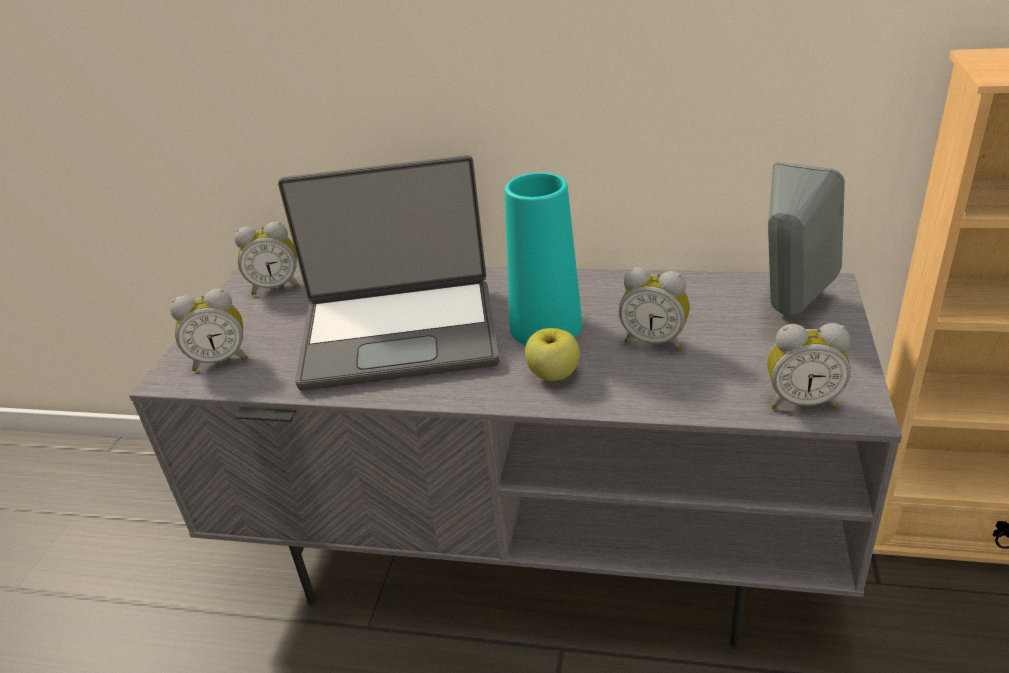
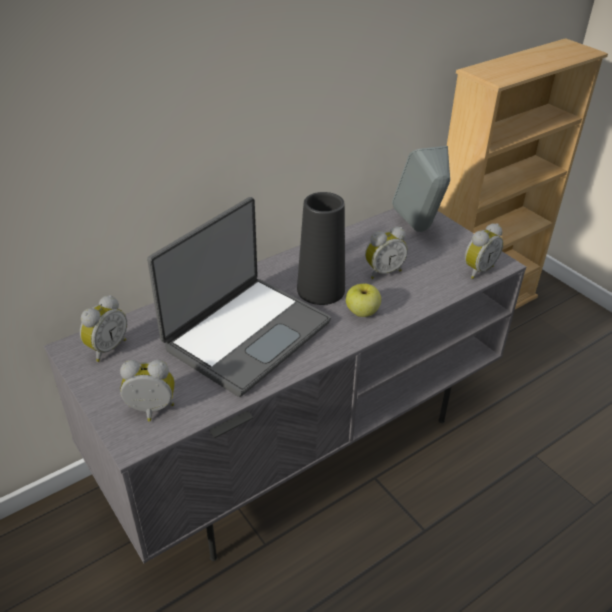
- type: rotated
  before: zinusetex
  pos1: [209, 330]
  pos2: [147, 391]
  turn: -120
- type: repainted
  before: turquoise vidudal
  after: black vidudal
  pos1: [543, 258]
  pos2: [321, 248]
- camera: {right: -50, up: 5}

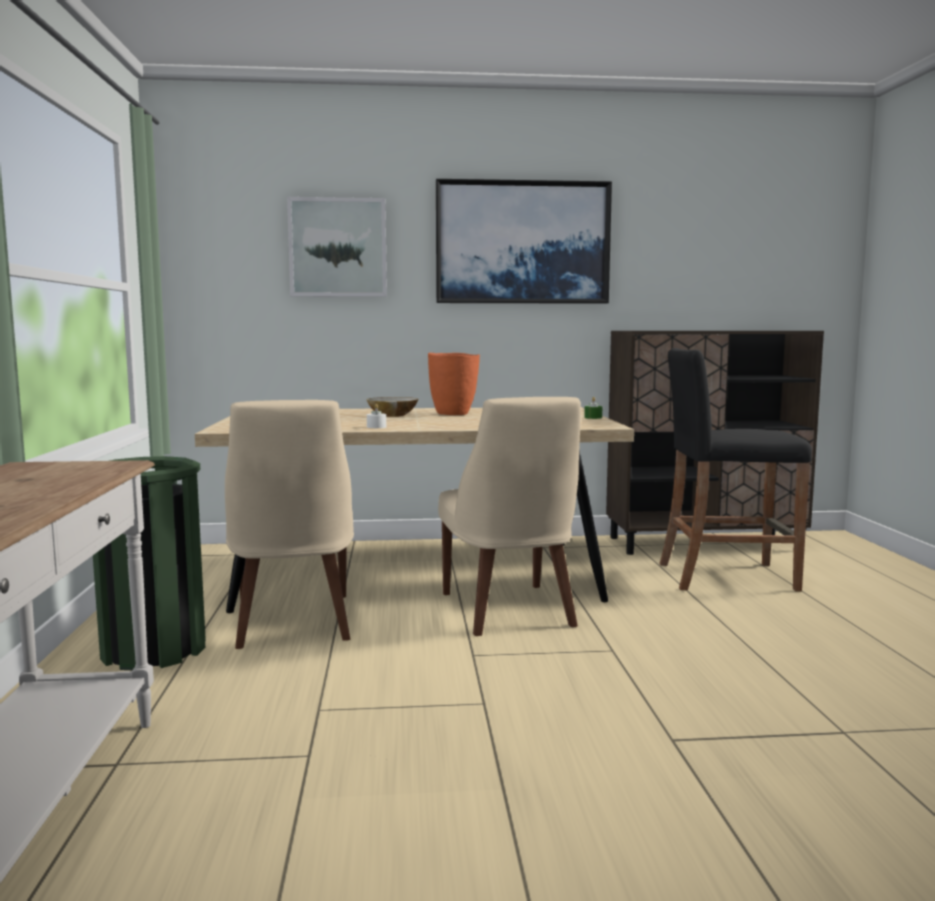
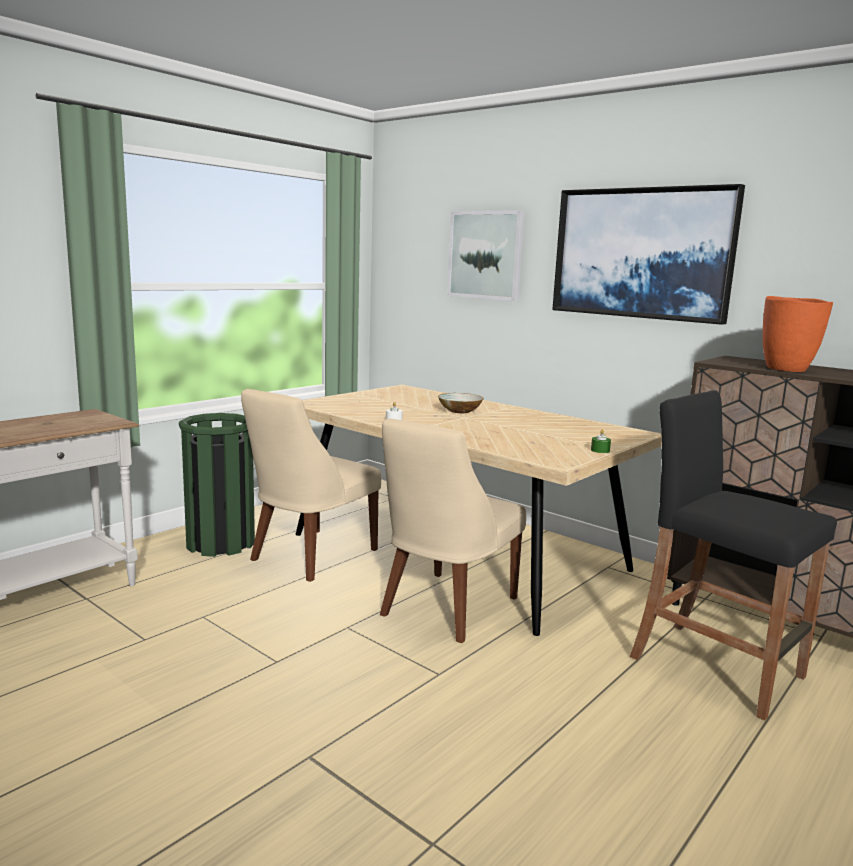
- type: shifted
  before: orange vidudal
  pos1: [454, 384]
  pos2: [797, 334]
- camera: {right: 45, up: 5}

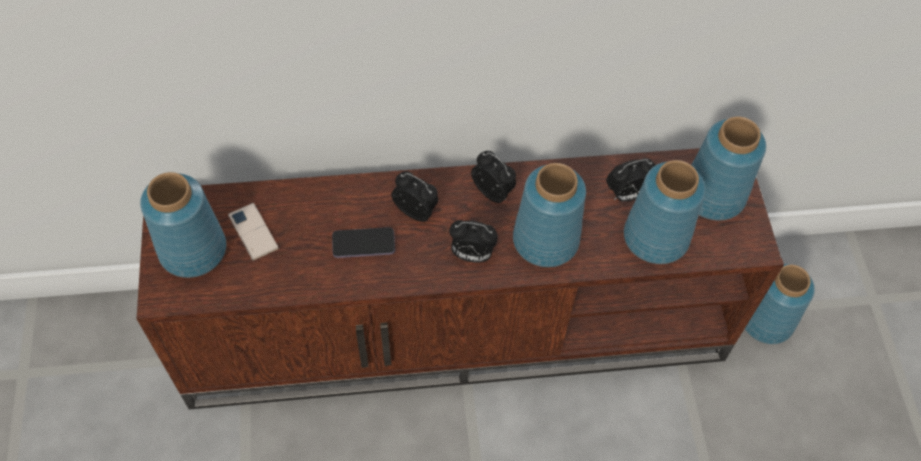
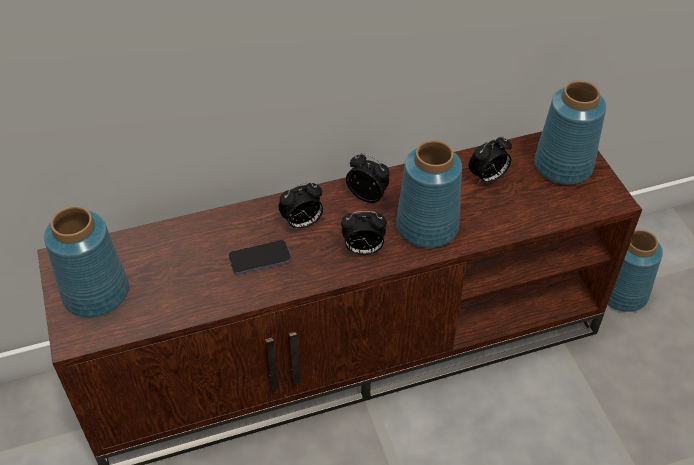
- type: gone
  before: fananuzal
  pos1: [253, 232]
- type: rotated
  before: zinusetex
  pos1: [414, 196]
  pos2: [300, 205]
  turn: 135
- type: gone
  before: blue vidudal
  pos1: [665, 212]
- camera: {right: -10, up: -10}

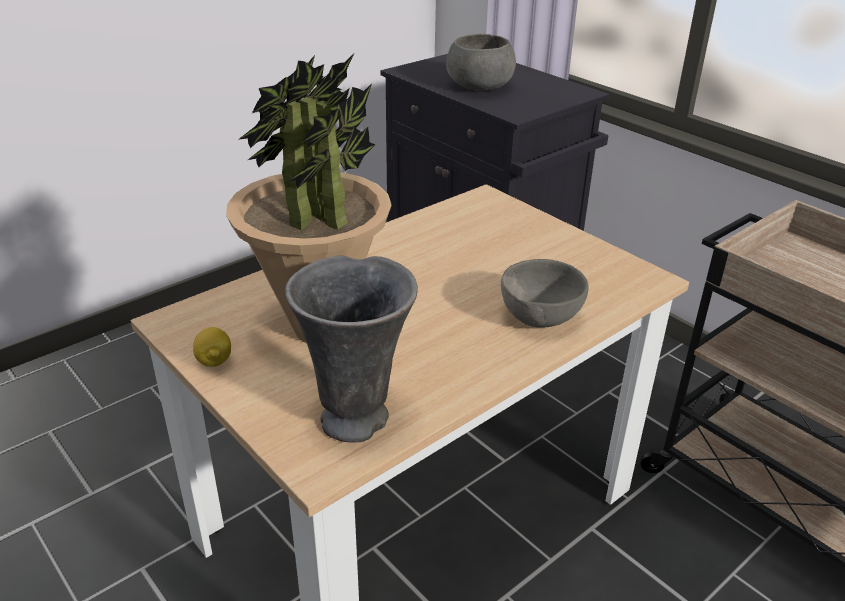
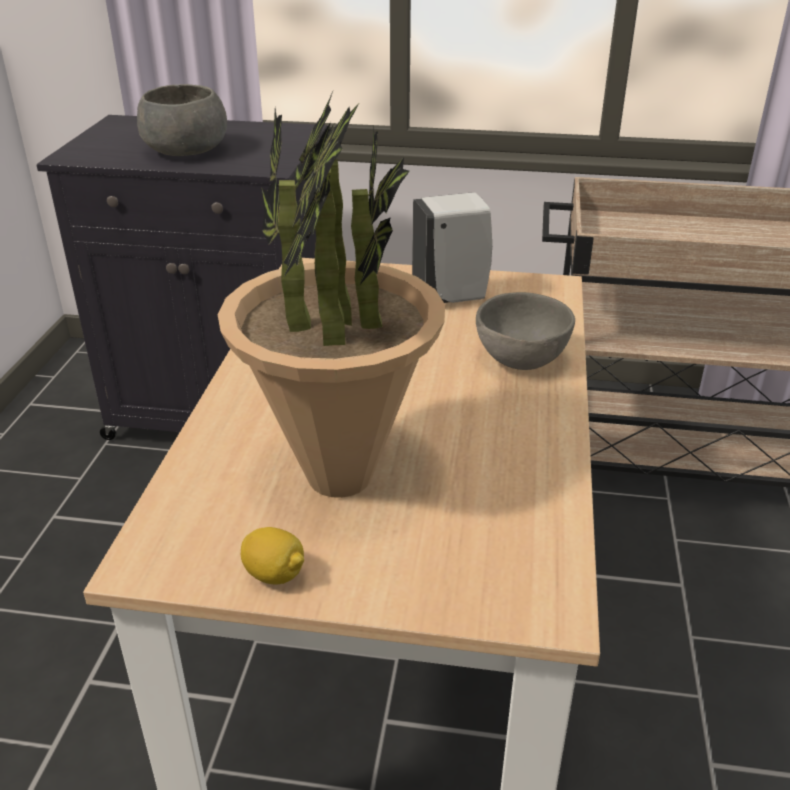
- type: gone
  before: grey vidudal
  pos1: [351, 349]
- type: new
  after: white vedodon
  pos2: [452, 247]
- camera: {right: -40, up: 0}

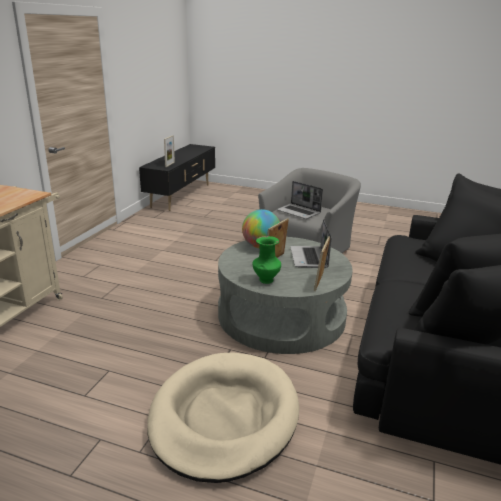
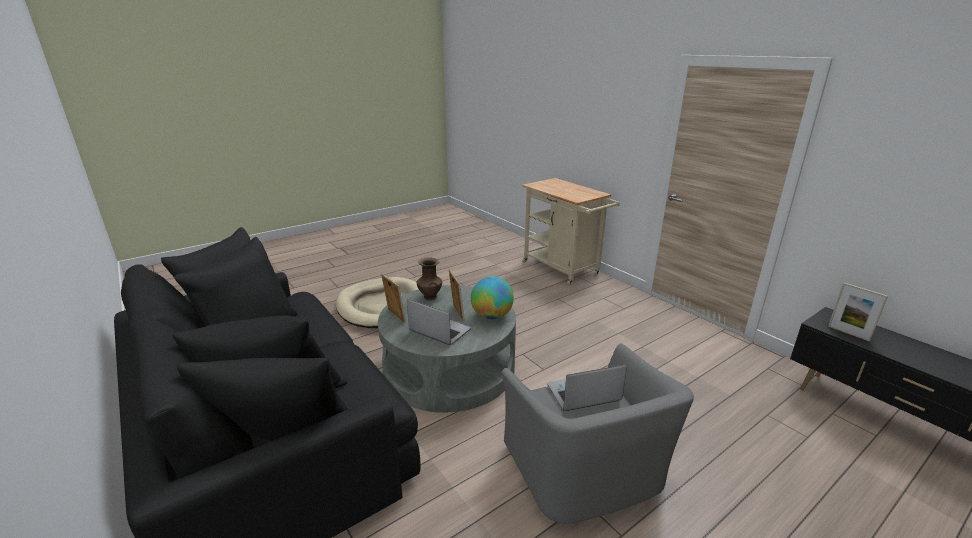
- type: repainted
  before: green vidudal
  after: brown vidudal
  pos1: [266, 260]
  pos2: [429, 278]
- camera: {right: 125, up: 0}

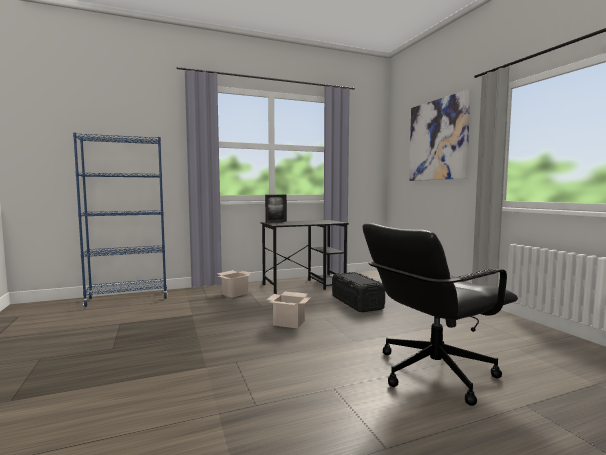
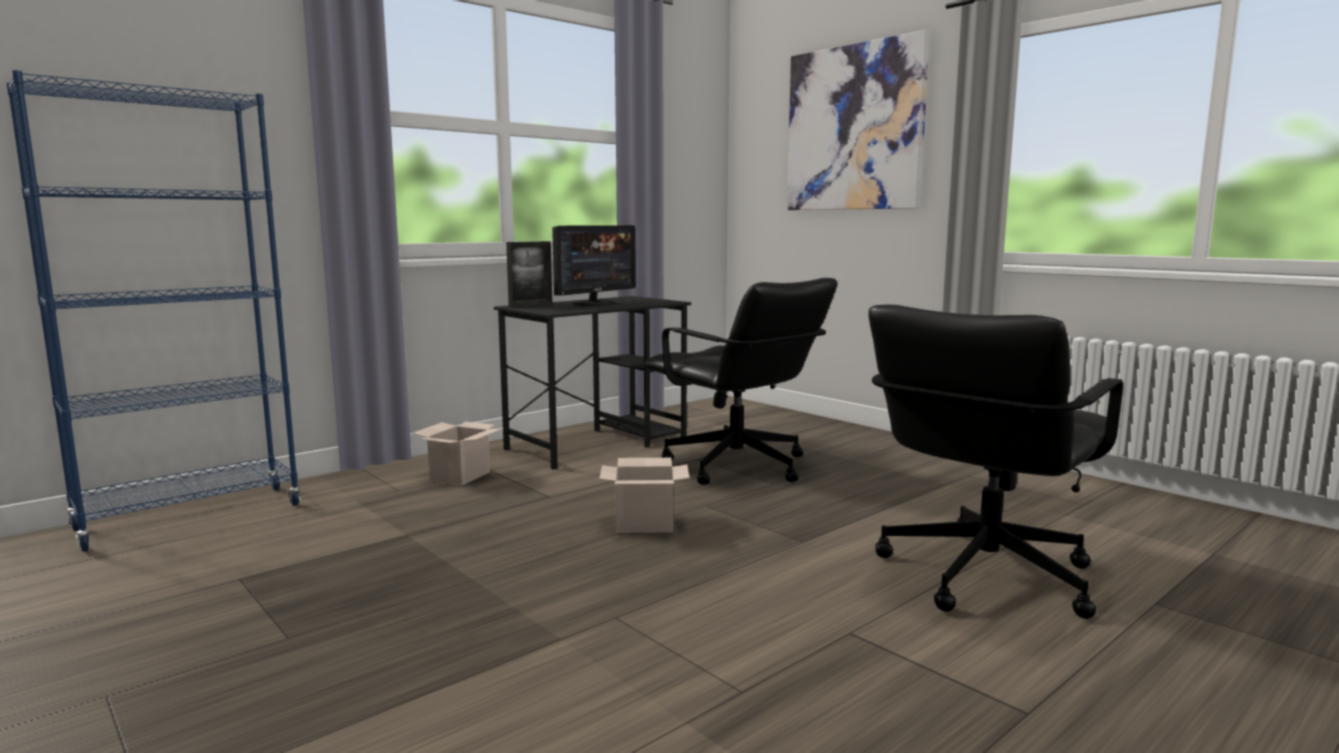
- type: swapped
  before: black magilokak
  after: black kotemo
  pos1: [358, 292]
  pos2: [740, 381]
- type: new
  after: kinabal
  pos2: [594, 265]
- camera: {right: -20, up: 5}

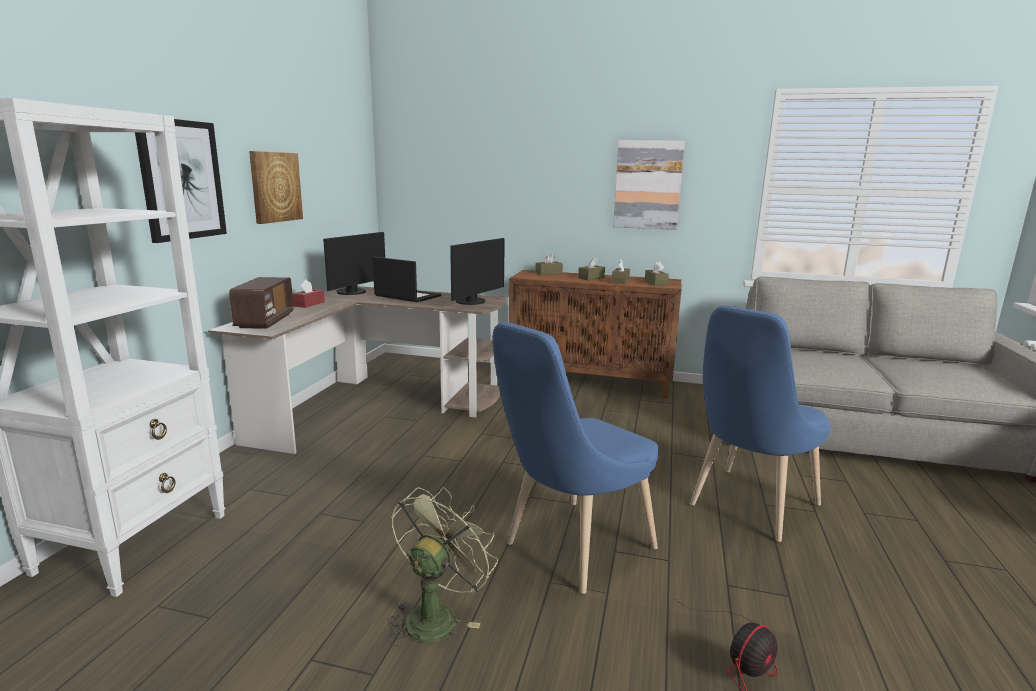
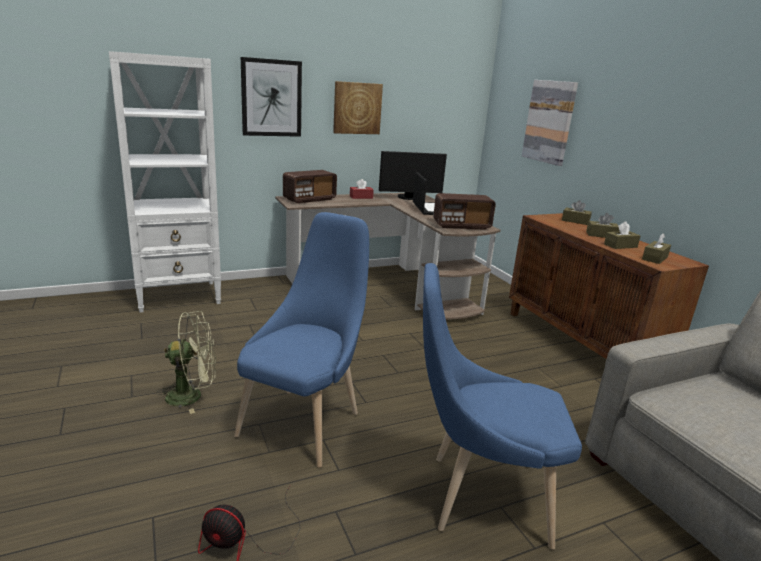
- type: swapped
  before: kinabal
  after: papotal
  pos1: [477, 271]
  pos2: [464, 211]
- type: rotated
  before: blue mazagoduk
  pos1: [576, 458]
  pos2: [301, 340]
  turn: 105
- type: shifted
  before: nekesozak
  pos1: [649, 185]
  pos2: [550, 123]
- camera: {right: 50, up: 5}

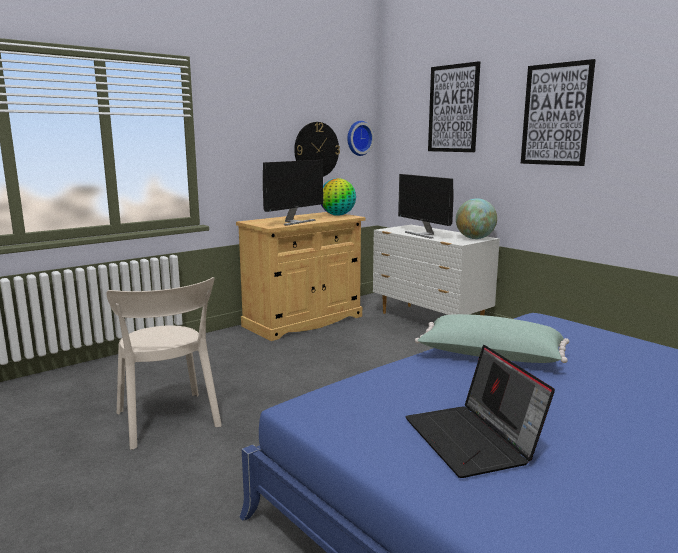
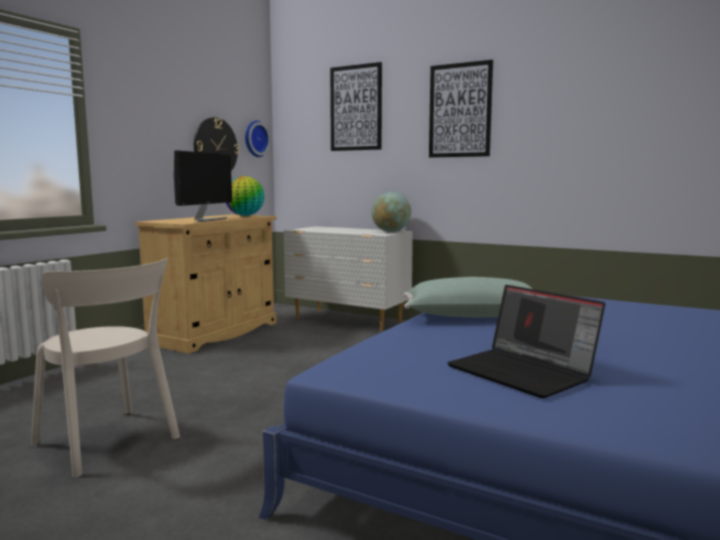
- type: gone
  before: kinabal
  pos1: [425, 206]
- camera: {right: -20, up: -5}

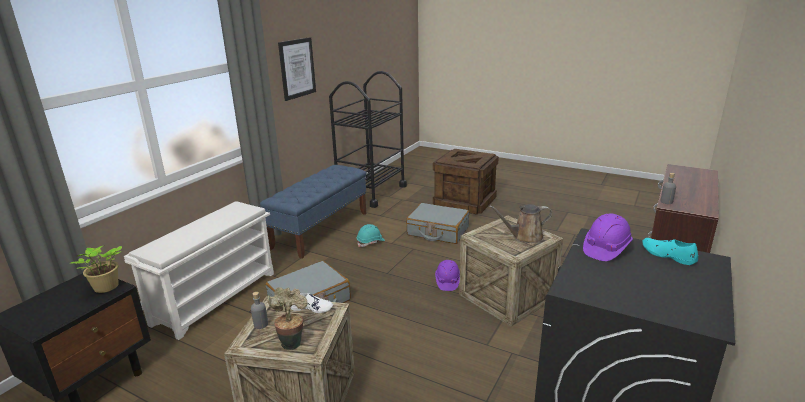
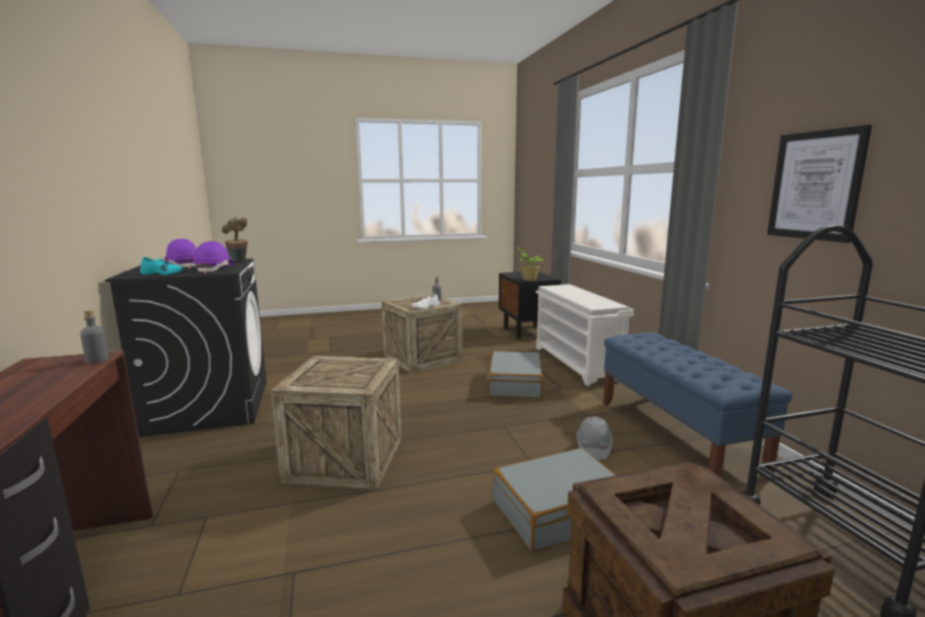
- type: shifted
  before: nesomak
  pos1: [288, 318]
  pos2: [235, 239]
- type: repainted
  before: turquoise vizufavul
  after: grey vizufavul
  pos1: [371, 235]
  pos2: [594, 438]
- type: shifted
  before: purple vizufavul
  pos1: [447, 275]
  pos2: [180, 253]
- type: gone
  before: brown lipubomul
  pos1: [520, 223]
- camera: {right: 135, up: -10}

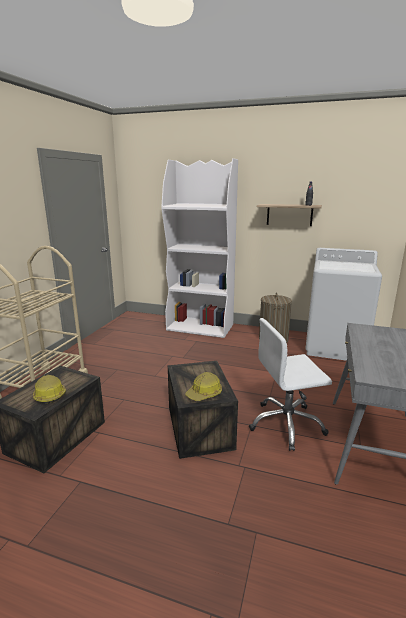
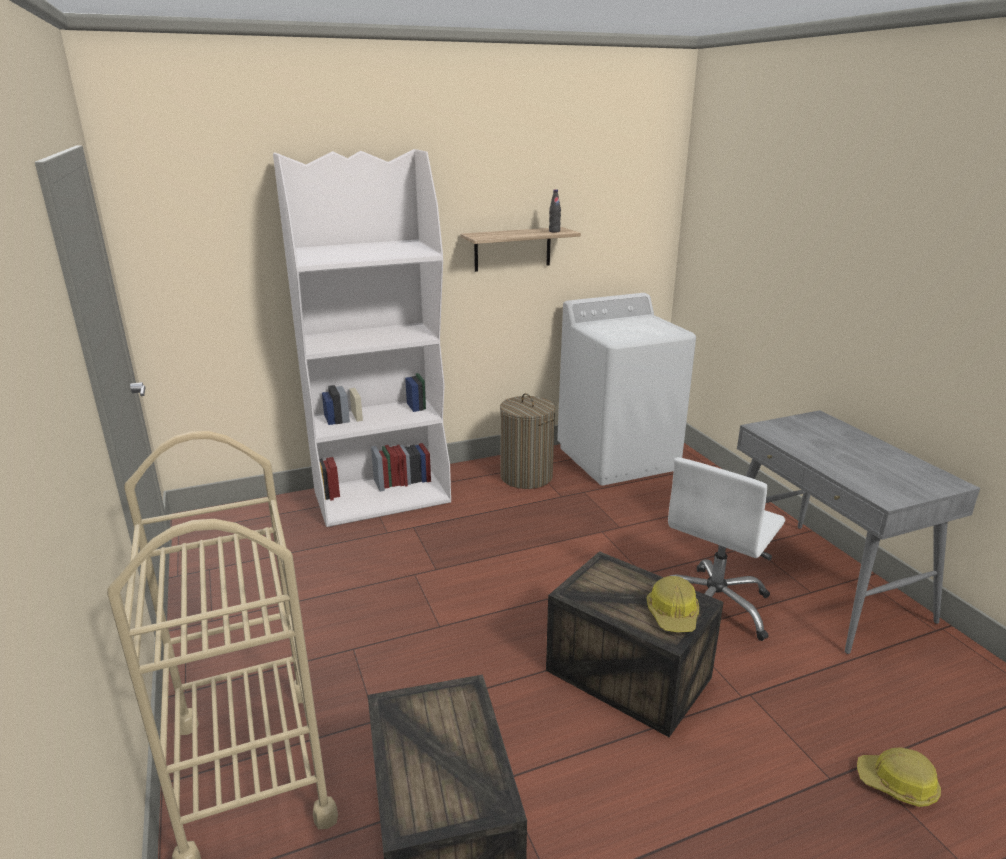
- type: shifted
  before: vizufavul
  pos1: [49, 389]
  pos2: [899, 777]
- camera: {right: -40, up: 5}

